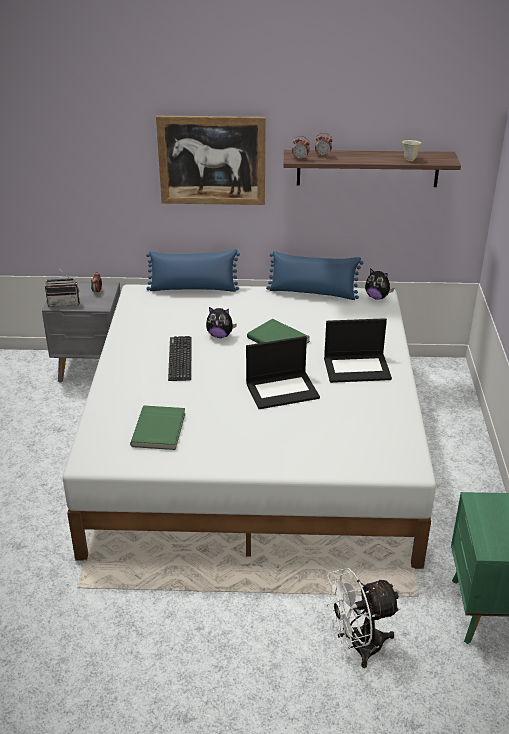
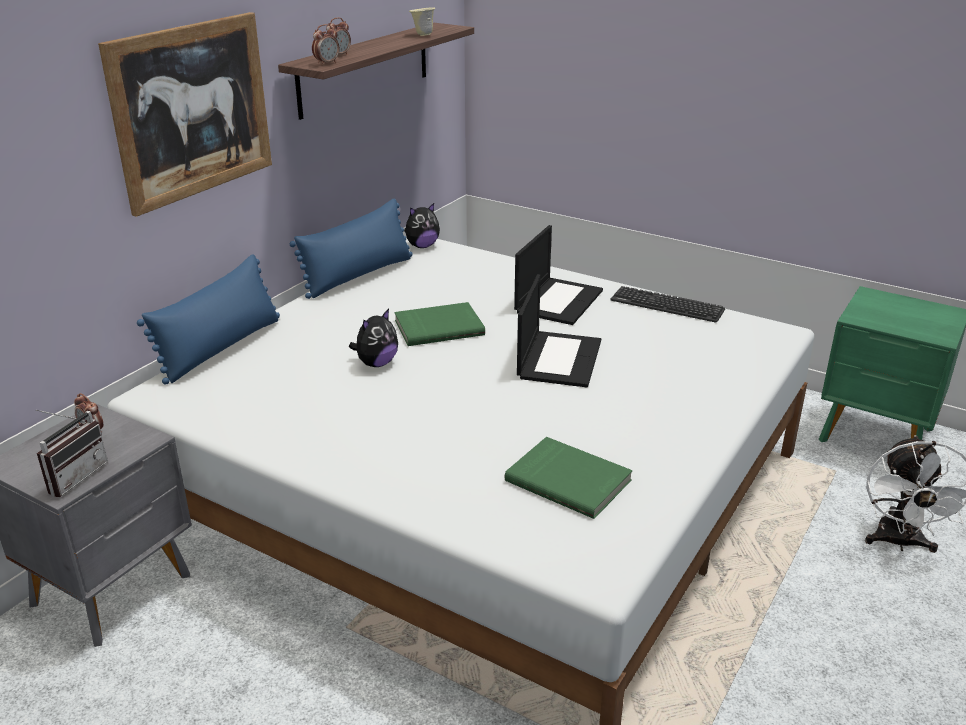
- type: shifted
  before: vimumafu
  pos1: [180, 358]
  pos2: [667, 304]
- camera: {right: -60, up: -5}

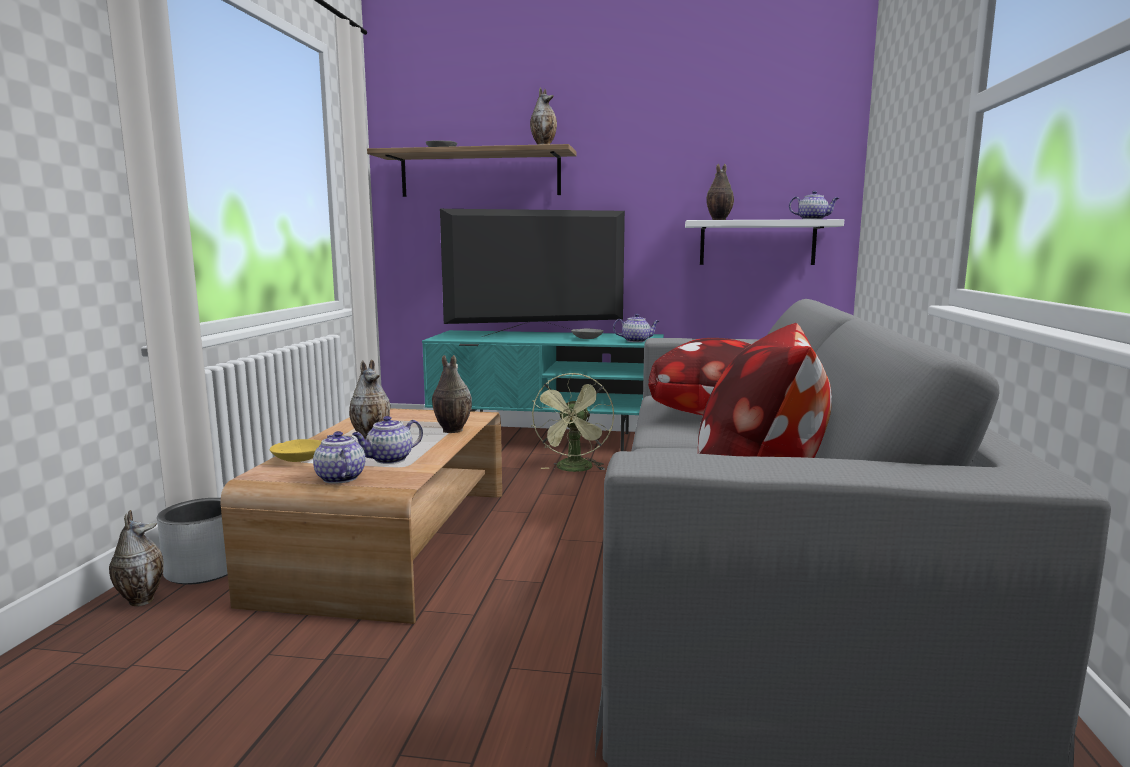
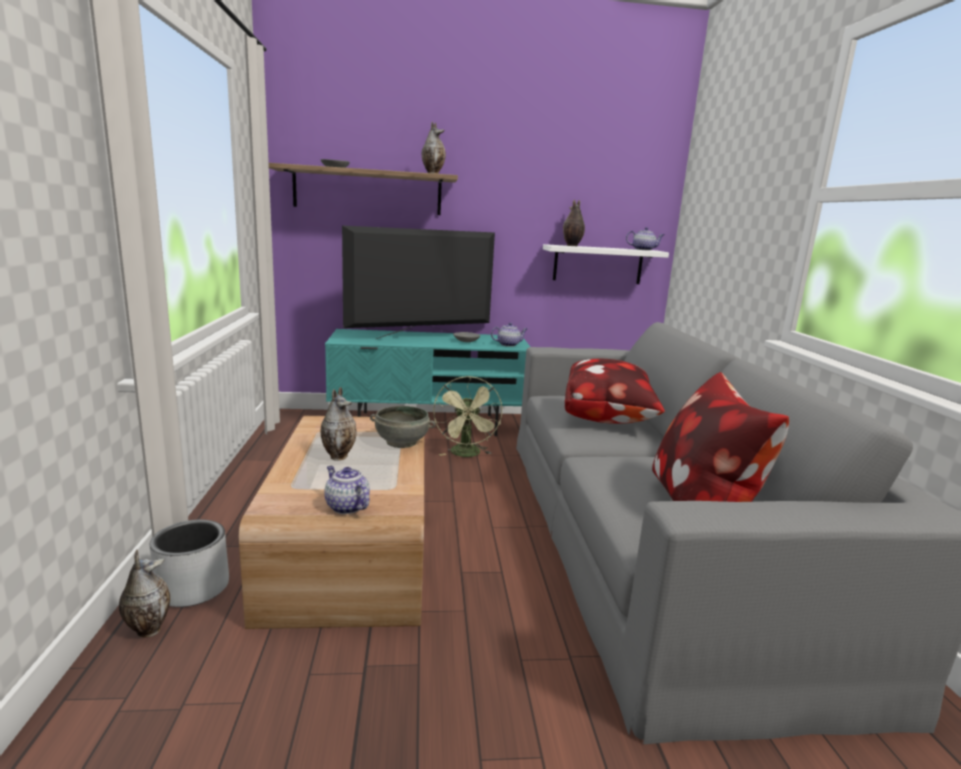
- type: gone
  before: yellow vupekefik
  pos1: [295, 450]
- type: gone
  before: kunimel
  pos1: [387, 440]
- type: swapped
  before: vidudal
  after: grey vupekefik
  pos1: [452, 394]
  pos2: [402, 427]
- camera: {right: -15, up: 5}

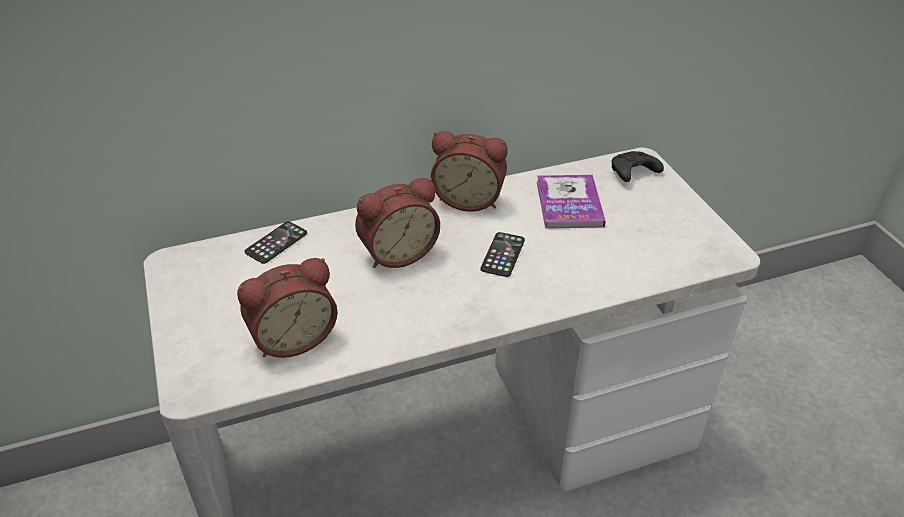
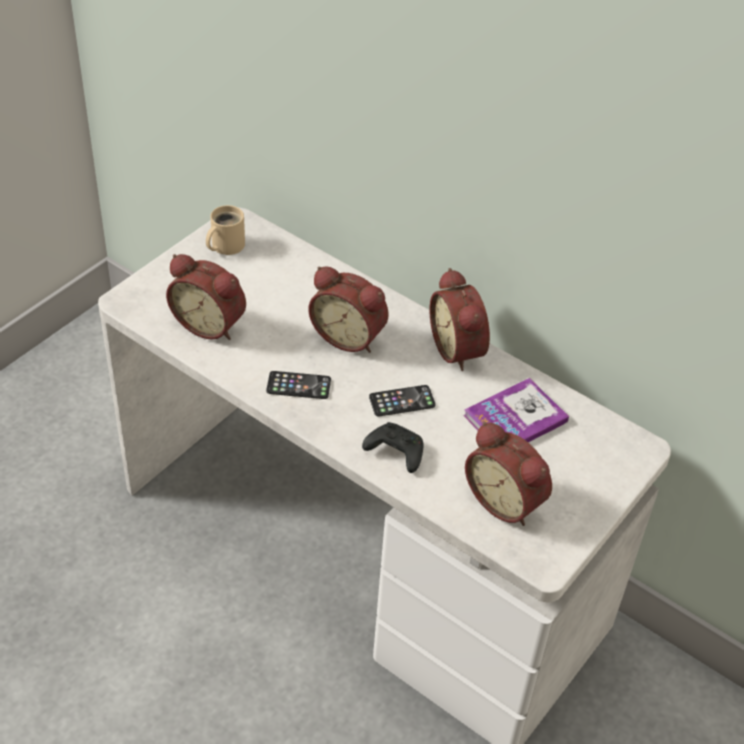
- type: shifted
  before: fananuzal
  pos1: [276, 242]
  pos2: [298, 385]
- type: shifted
  before: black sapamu
  pos1: [638, 166]
  pos2: [392, 447]
- type: new
  after: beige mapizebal
  pos2: [225, 230]
- type: new
  after: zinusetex
  pos2: [508, 474]
- camera: {right: 55, up: 5}

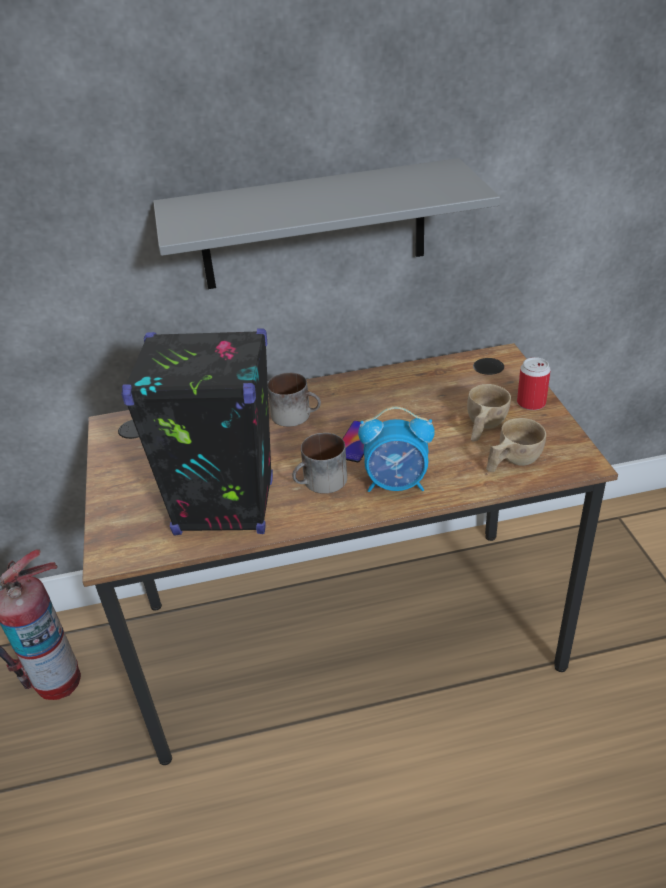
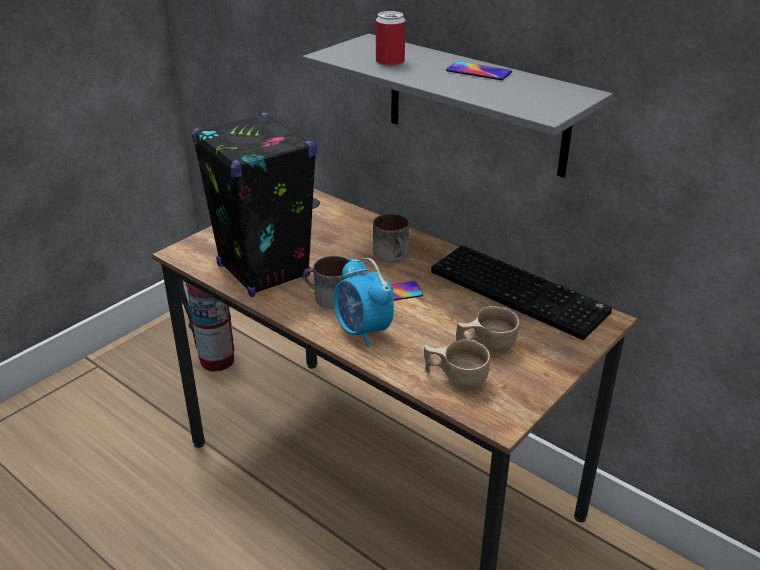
- type: shifted
  before: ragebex
  pos1: [534, 383]
  pos2: [390, 38]
- type: new
  after: vimumafu
  pos2: [521, 292]
- type: new
  after: fananuzal
  pos2: [479, 70]
- camera: {right: 50, up: -5}

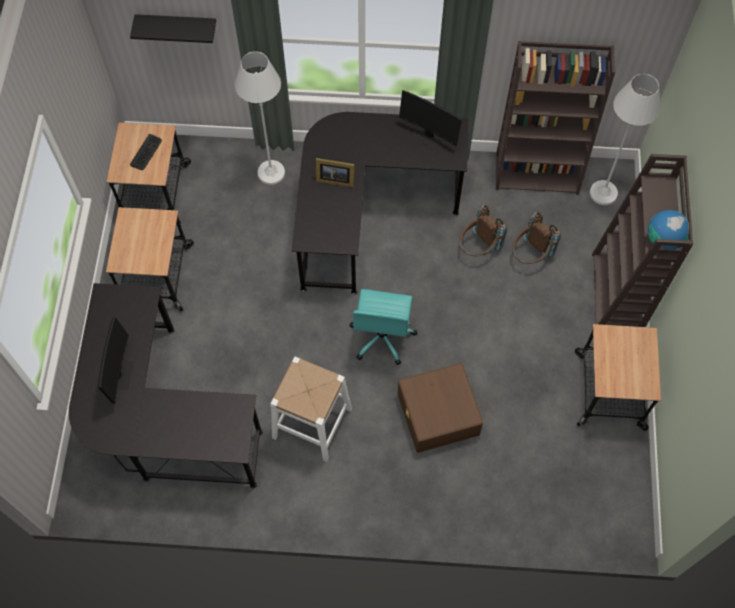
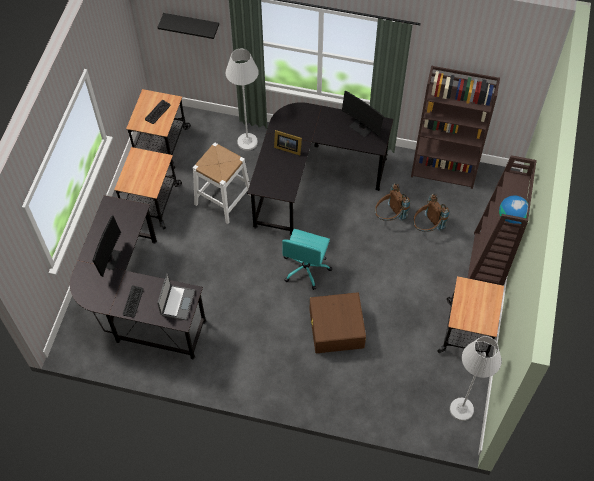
- type: shifted
  before: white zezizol
  pos1: [311, 409]
  pos2: [222, 183]
- type: shifted
  before: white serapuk
  pos1: [625, 139]
  pos2: [476, 378]
- type: new
  after: vimumafu
  pos2: [133, 301]
- type: new
  after: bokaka
  pos2: [176, 296]
- camera: {right: 10, up: -5}

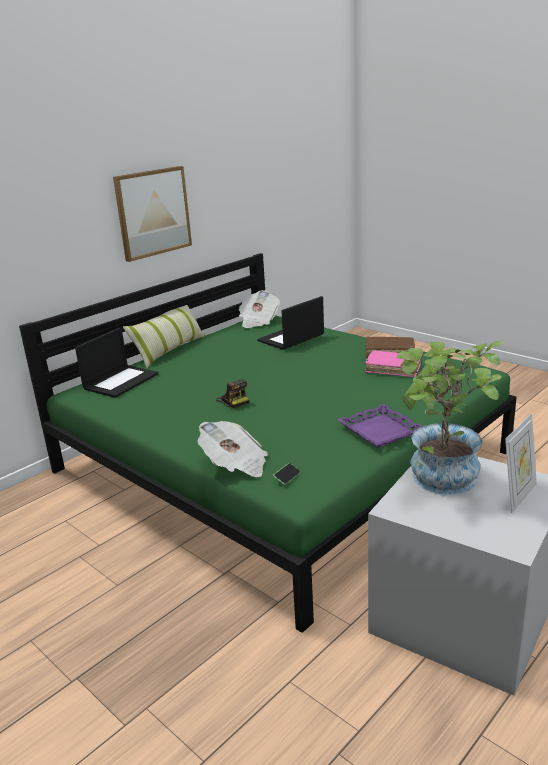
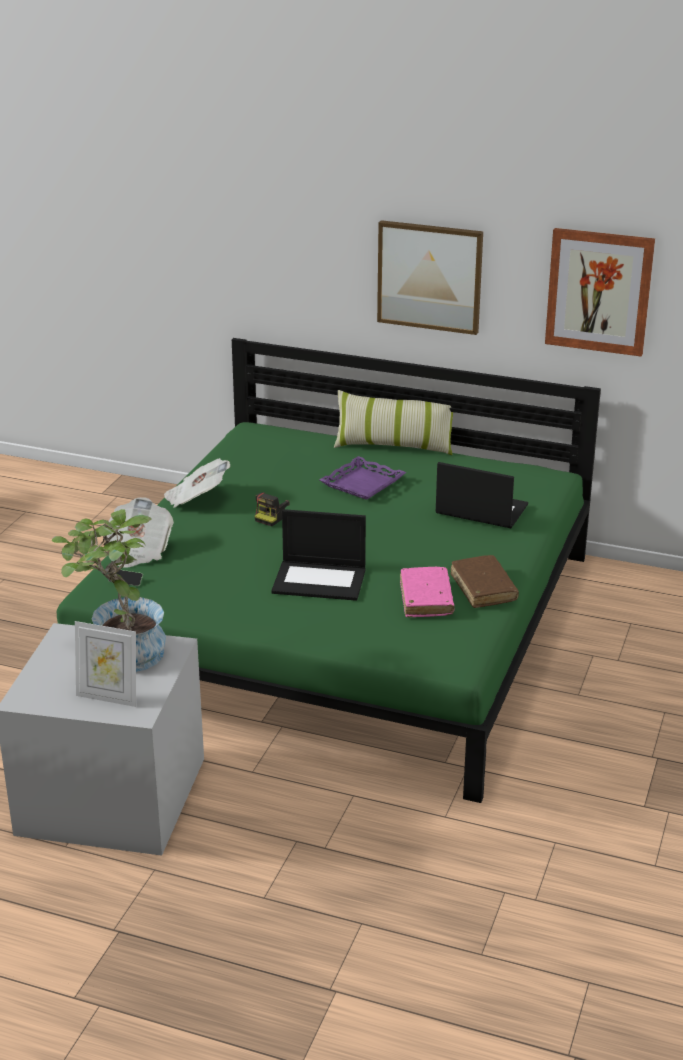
- type: shifted
  before: bokaka
  pos1: [116, 362]
  pos2: [318, 555]
- type: shifted
  before: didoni
  pos1: [259, 309]
  pos2: [197, 483]
- type: shifted
  before: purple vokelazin
  pos1: [379, 426]
  pos2: [362, 478]
- type: new
  after: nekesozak
  pos2: [600, 292]
- camera: {right: 65, up: 5}

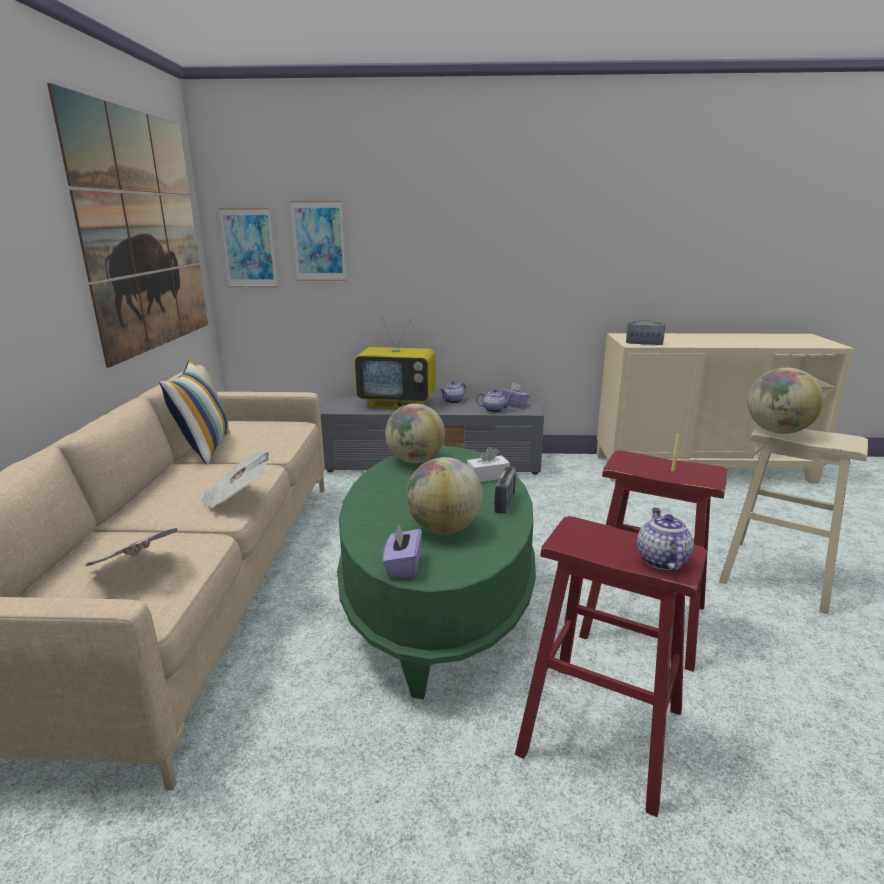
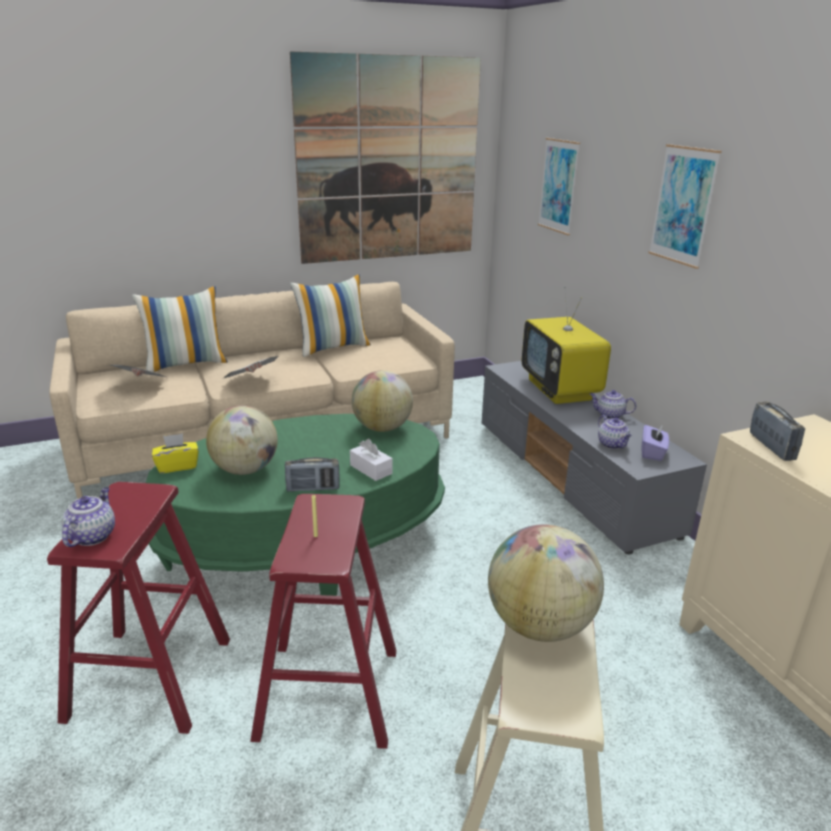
- type: shifted
  before: nekesozak
  pos1: [248, 247]
  pos2: [685, 206]
- type: repainted
  before: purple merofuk
  after: yellow merofuk
  pos1: [402, 551]
  pos2: [175, 453]
- type: rotated
  before: kunimel
  pos1: [665, 539]
  pos2: [88, 517]
  turn: -60
- type: new
  after: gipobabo
  pos2: [180, 329]
- camera: {right: 65, up: 5}

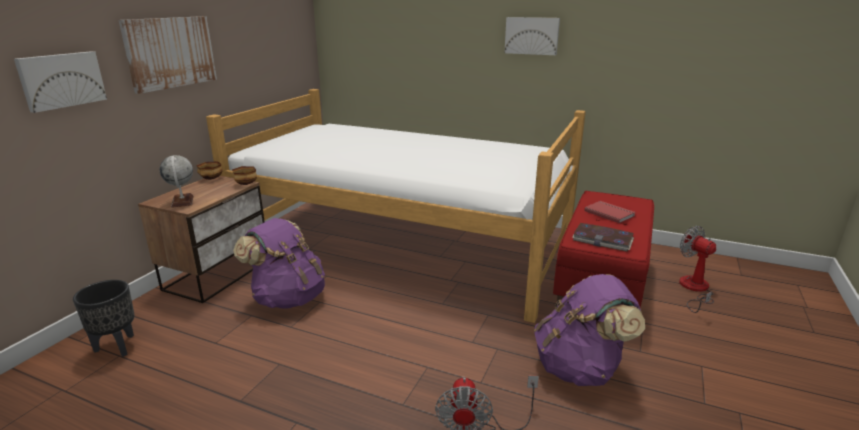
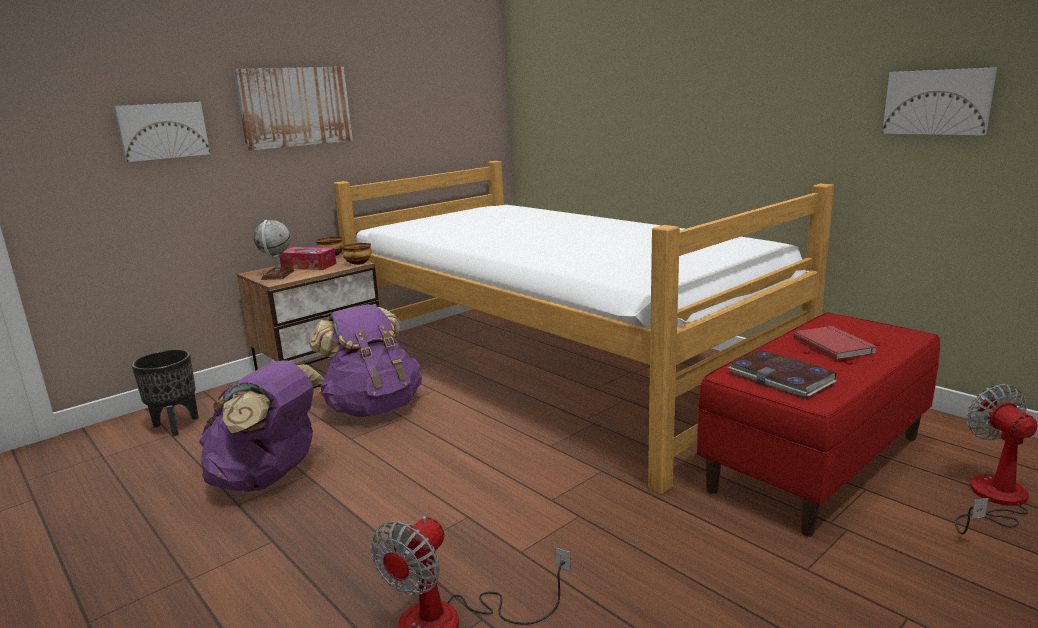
- type: shifted
  before: nekesozak
  pos1: [532, 36]
  pos2: [939, 101]
- type: shifted
  before: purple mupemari
  pos1: [589, 330]
  pos2: [262, 426]
- type: new
  after: merofuk
  pos2: [308, 258]
- camera: {right: 25, up: -5}

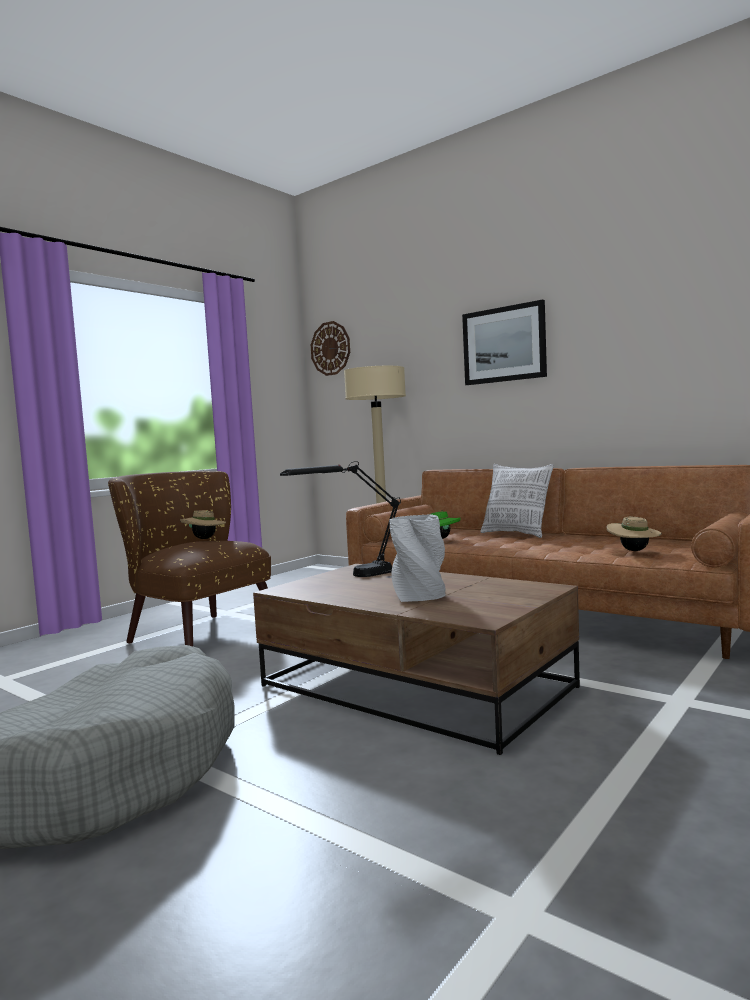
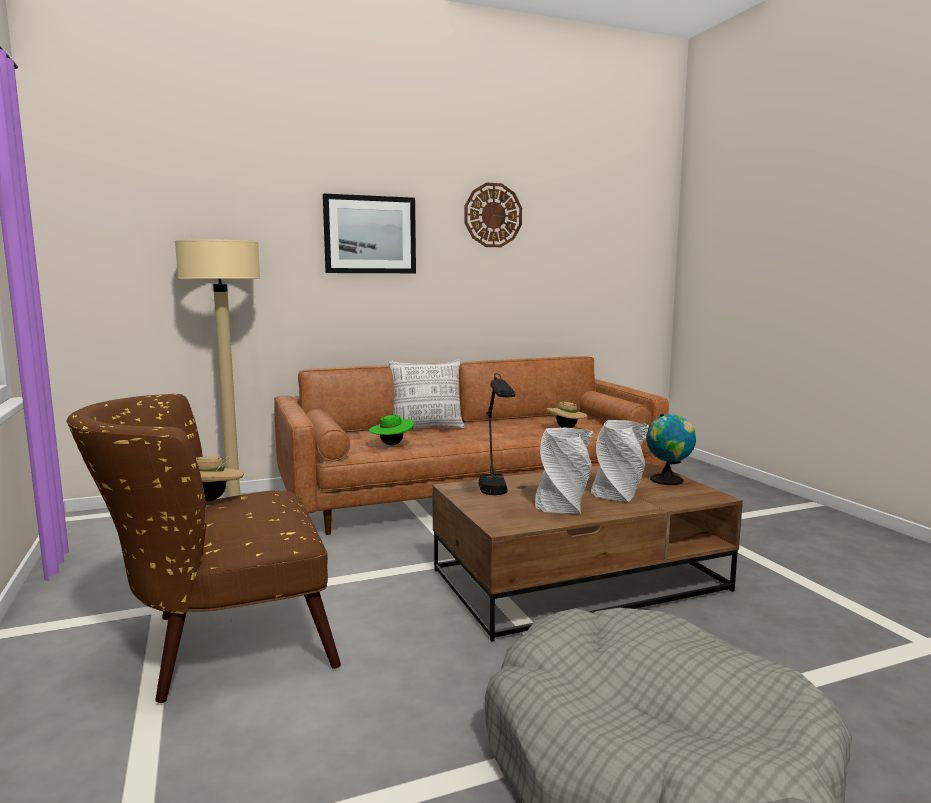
- type: shifted
  before: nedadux
  pos1: [330, 348]
  pos2: [493, 215]
- type: new
  after: grey vidudal
  pos2: [564, 470]
- type: new
  after: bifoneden
  pos2: [671, 449]
- camera: {right: -60, up: 5}

